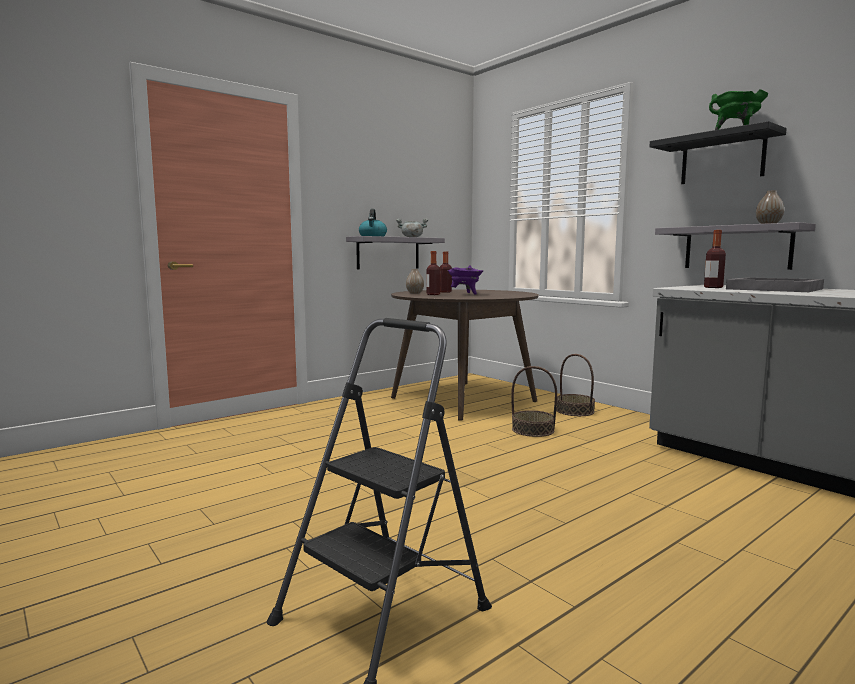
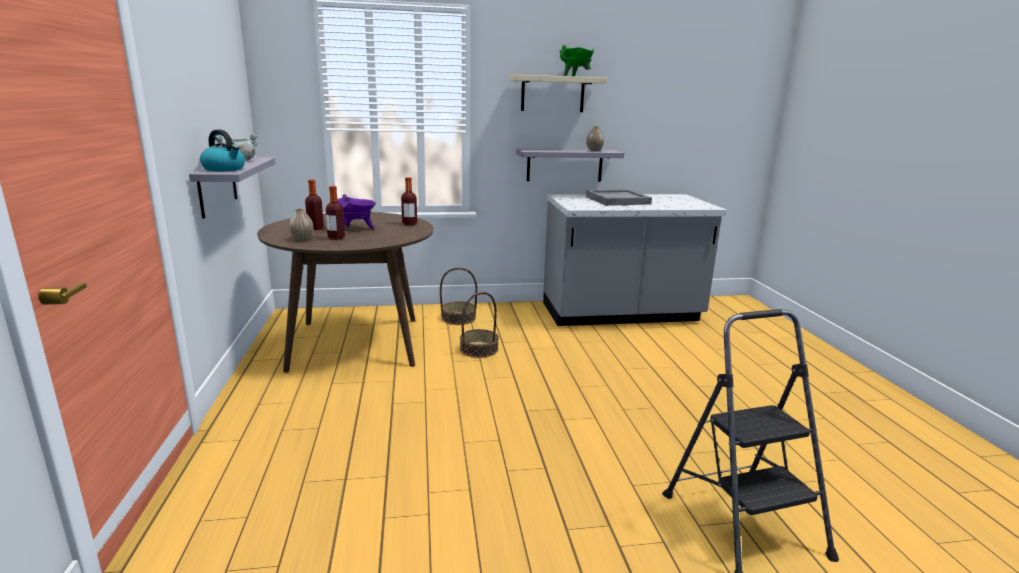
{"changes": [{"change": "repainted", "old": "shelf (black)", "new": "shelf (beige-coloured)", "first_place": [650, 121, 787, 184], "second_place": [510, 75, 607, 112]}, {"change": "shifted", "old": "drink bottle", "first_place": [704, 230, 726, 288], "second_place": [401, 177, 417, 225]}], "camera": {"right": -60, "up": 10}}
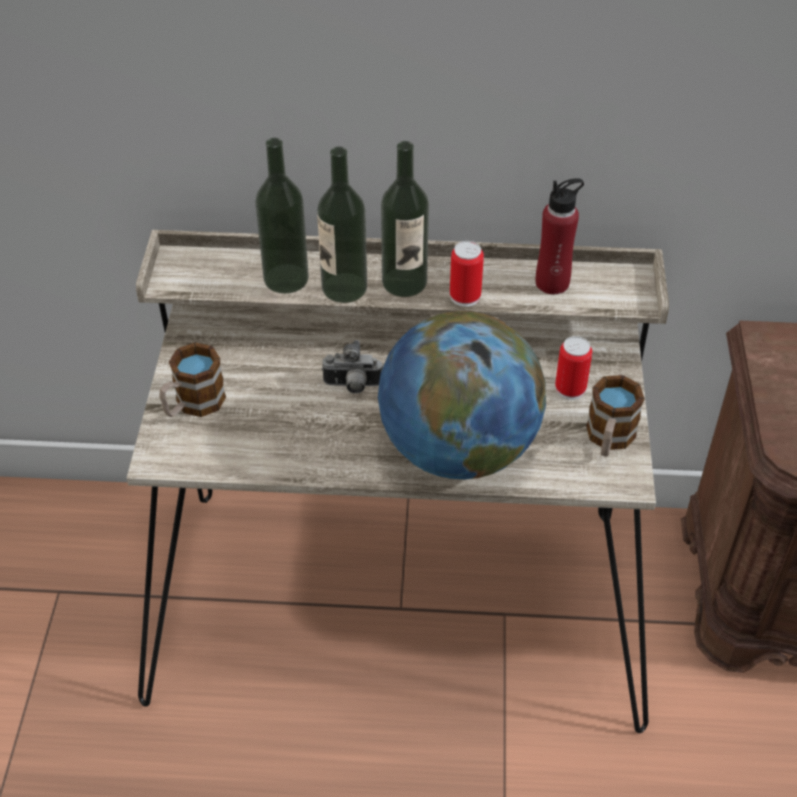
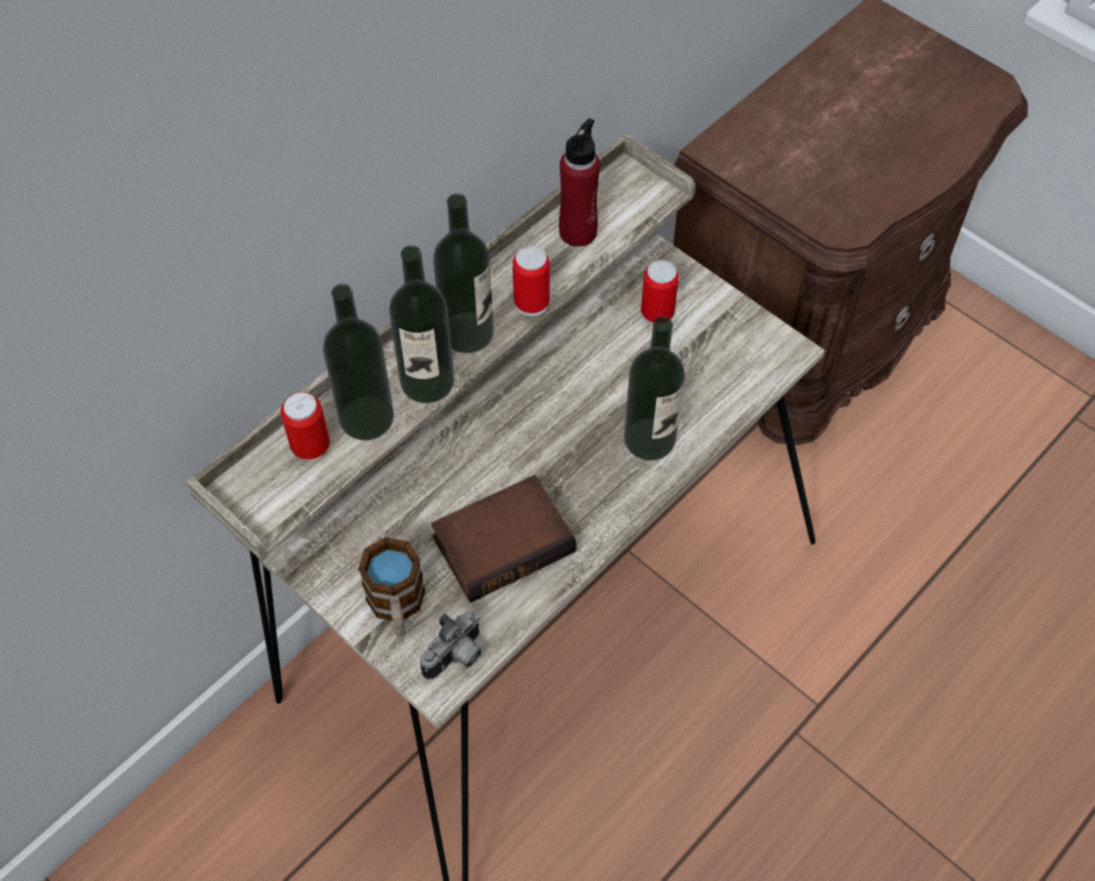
{"changes": [{"change": "shifted", "old": "still camera", "first_place": [321, 340, 383, 394], "second_place": [420, 612, 482, 680]}, {"change": "swapped", "old": "globe", "new": "drink bottle", "first_place": [378, 311, 546, 479], "second_place": [624, 316, 685, 460]}, {"change": "gone", "old": "coffee mug", "first_place": [586, 375, 644, 457]}, {"change": "new", "new": "metal can", "second_place": [280, 392, 330, 460]}, {"change": "new", "new": "bound book", "second_place": [431, 475, 577, 602]}], "camera": {"right": -50, "up": 10}}
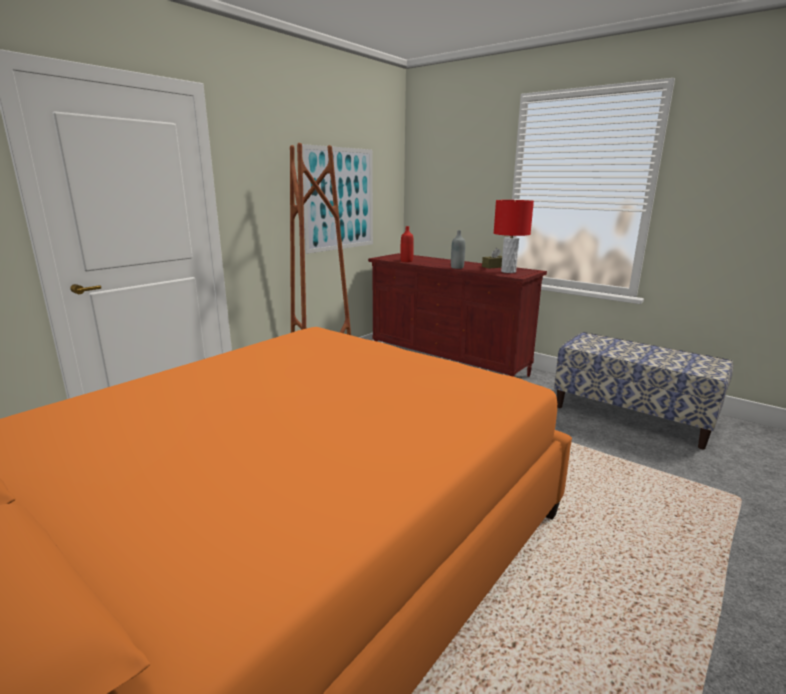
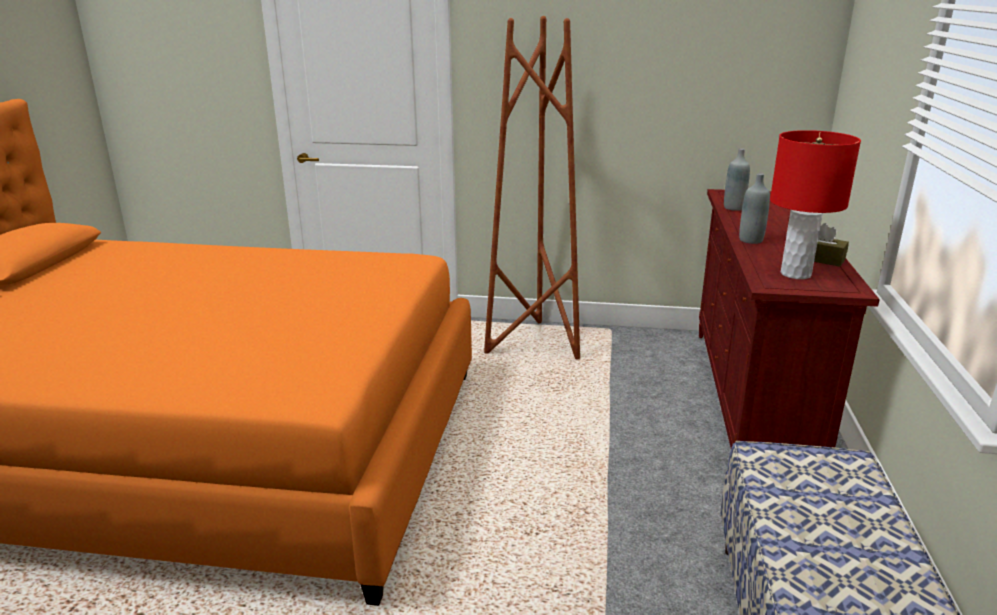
{"changes": [{"change": "gone", "old": "wall art", "first_place": [302, 144, 373, 254]}, {"change": "repainted", "old": "drink bottle (reddish)", "new": "drink bottle (greyish)", "first_place": [401, 226, 414, 262], "second_place": [724, 149, 750, 211]}], "camera": {"right": 60, "up": 5}}
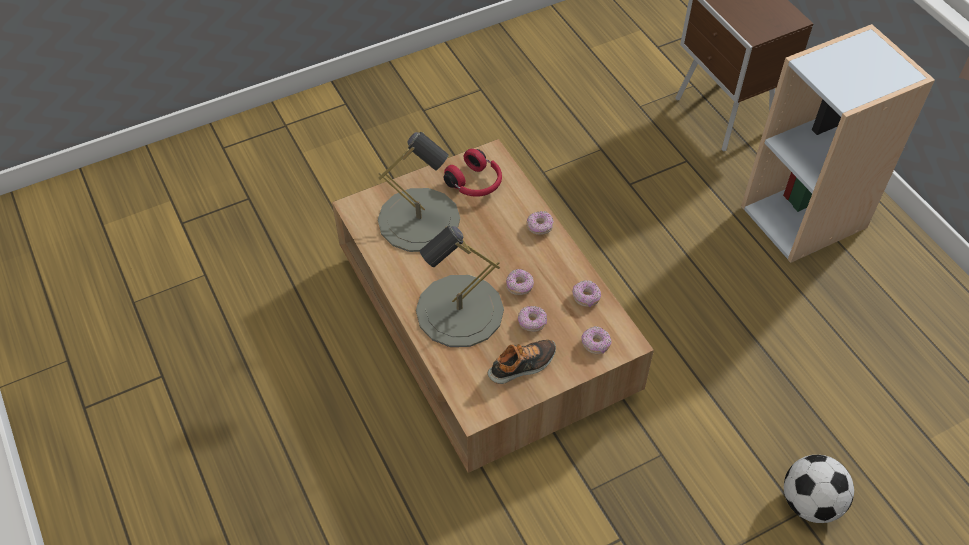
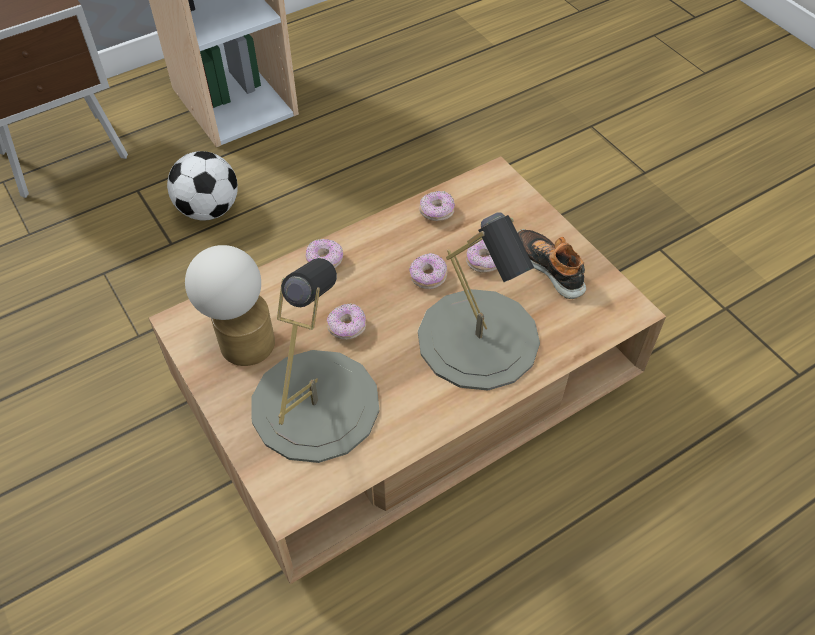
{"changes": [{"change": "swapped", "old": "pair of headphones (reddish)", "new": "tabletop lamp", "first_place": [444, 149, 502, 197], "second_place": [185, 245, 275, 366]}, {"change": "shifted", "old": "donut", "first_place": [581, 326, 612, 354], "second_place": [327, 303, 366, 340]}, {"change": "shifted", "old": "football ball", "first_place": [784, 455, 854, 523], "second_place": [167, 151, 238, 221]}], "camera": {"right": -95, "up": 0}}
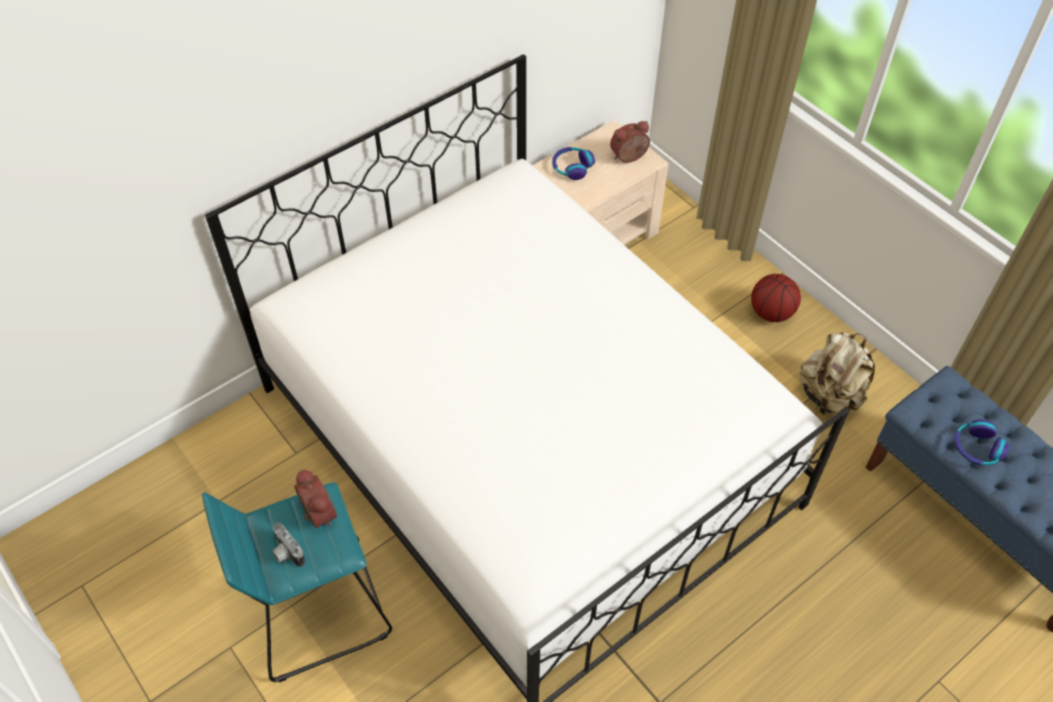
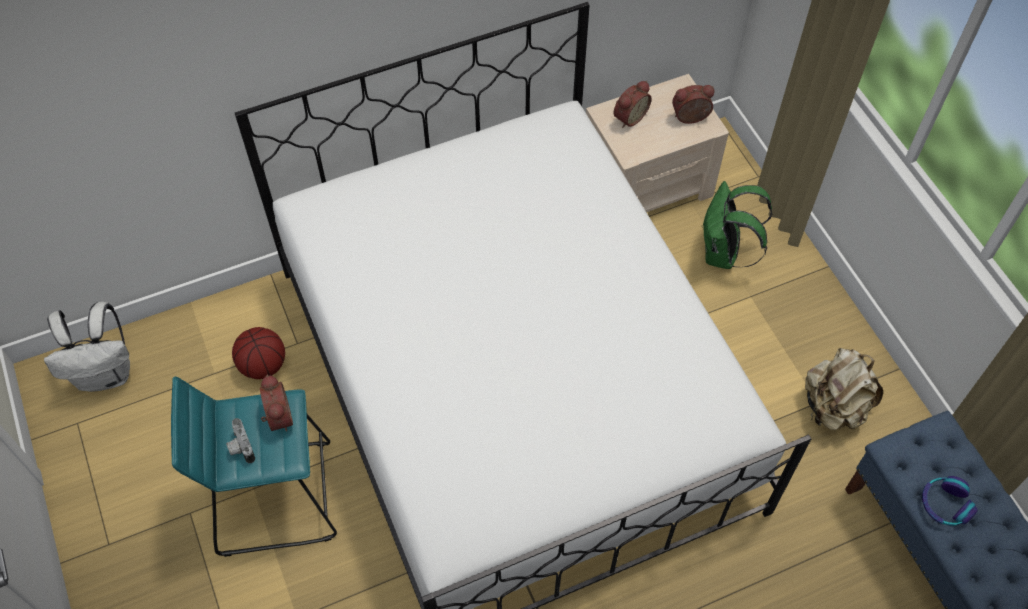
{"changes": [{"change": "swapped", "old": "pair of headphones", "new": "bedside clock", "first_place": [552, 147, 595, 180], "second_place": [613, 81, 652, 128]}, {"change": "shifted", "old": "basketball ball", "first_place": [751, 274, 801, 322], "second_place": [232, 327, 285, 379]}, {"change": "new", "new": "rucksack (white-coloured)", "second_place": [44, 302, 130, 392]}, {"change": "new", "new": "rucksack (greenish)", "second_place": [702, 181, 772, 269]}], "camera": {"right": 15, "up": 5}}
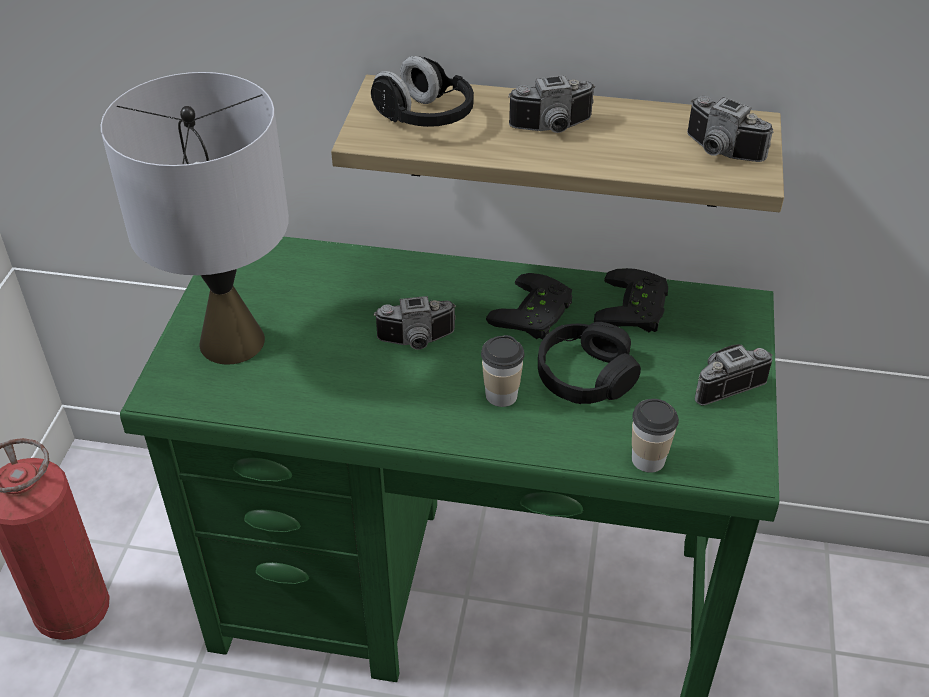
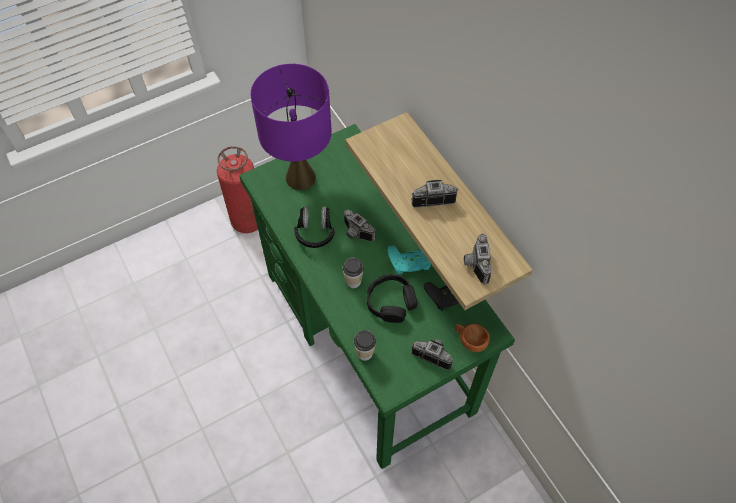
{"changes": [{"change": "repainted", "old": "tabletop lamp (greyish)", "new": "tabletop lamp (purple-coloured)", "first_place": [101, 72, 289, 365], "second_place": [250, 64, 332, 190]}, {"change": "shifted", "old": "pair of headphones (black)", "first_place": [371, 56, 474, 127], "second_place": [294, 206, 335, 248]}, {"change": "repainted", "old": "gamepad (black)", "new": "gamepad (turquoise-coloured)", "first_place": [486, 273, 572, 340], "second_place": [387, 245, 431, 275]}, {"change": "rotated", "old": "still camera", "first_place": [508, 75, 595, 133], "second_place": [411, 180, 459, 208], "degrees": 135}, {"change": "new", "new": "drinking cup (brown-coloured)", "second_place": [455, 324, 490, 352]}], "camera": {"right": 50, "up": 15}}
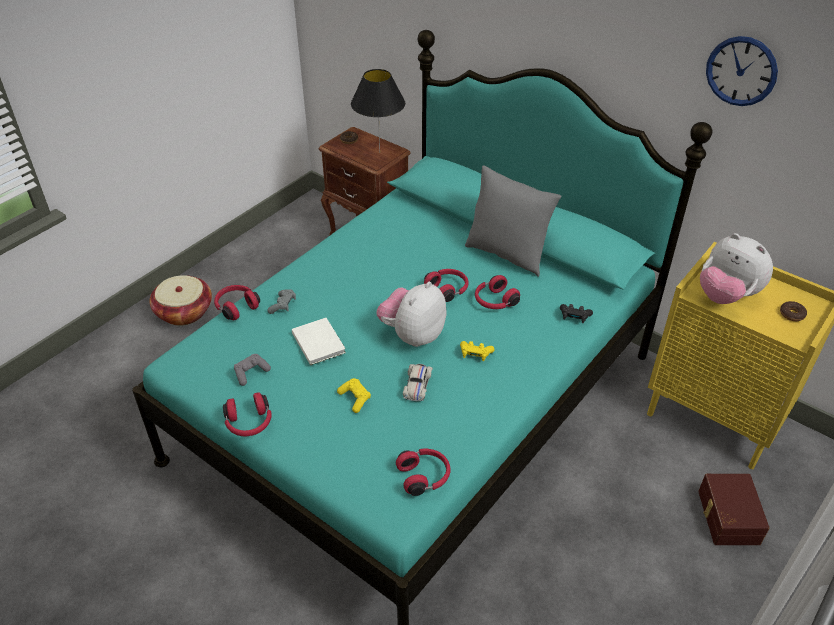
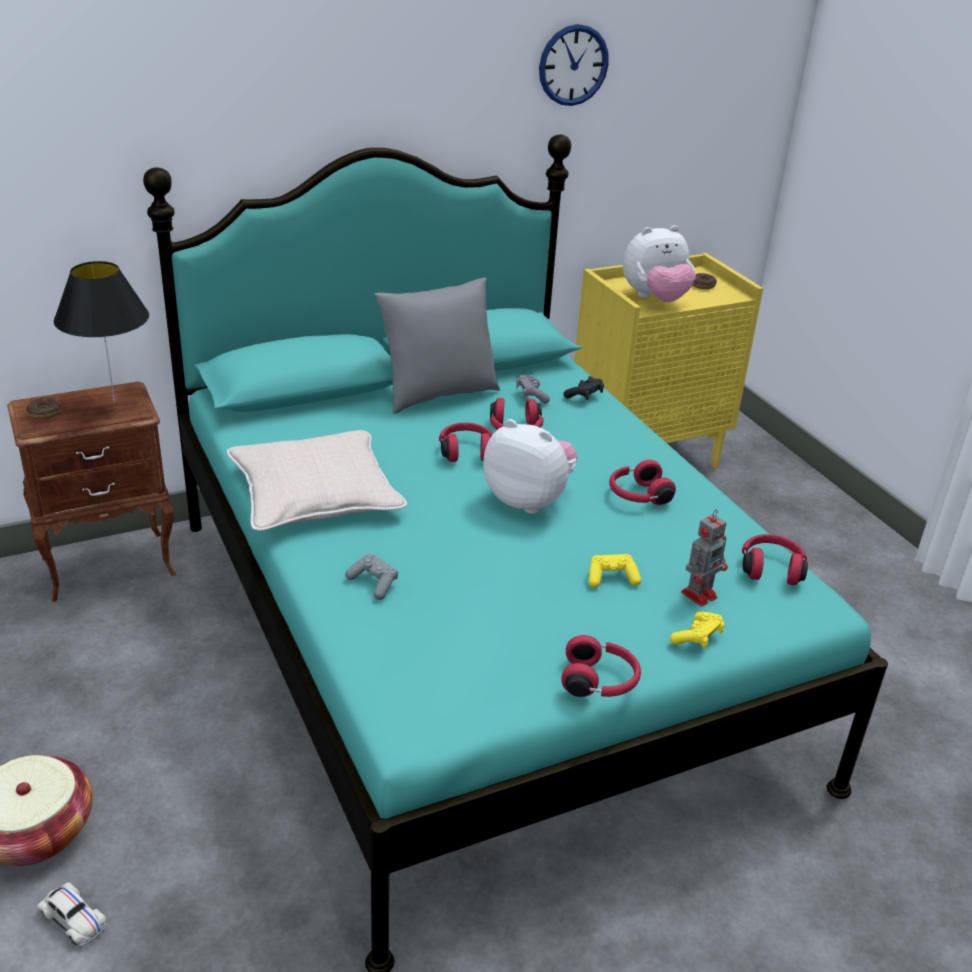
{"changes": [{"change": "shifted", "old": "pair of headphones (reddish)", "first_place": [214, 285, 260, 320], "second_place": [609, 460, 676, 505]}, {"change": "shifted", "old": "gamepad (greyish)", "first_place": [234, 354, 271, 386], "second_place": [516, 375, 550, 403]}, {"change": "gone", "old": "bound book (white-coloured)", "first_place": [292, 318, 346, 365]}, {"change": "rotated", "old": "cuddly toy", "first_place": [377, 281, 447, 347], "second_place": [483, 419, 577, 514], "degrees": 150}, {"change": "shifted", "old": "miniature car (white-coloured)", "first_place": [403, 364, 433, 402], "second_place": [37, 882, 108, 947]}, {"change": "shifted", "old": "gamepad (yellowish)", "first_place": [460, 341, 494, 361], "second_place": [670, 612, 725, 649]}, {"change": "gone", "old": "storage bin (brown-coloured)", "first_place": [698, 474, 769, 545]}, {"change": "new", "new": "throw pillow (beige-coloured)", "second_place": [227, 430, 407, 531]}, {"change": "new", "new": "toy robot", "second_place": [681, 510, 728, 606]}], "camera": {"right": -65, "up": -10}}
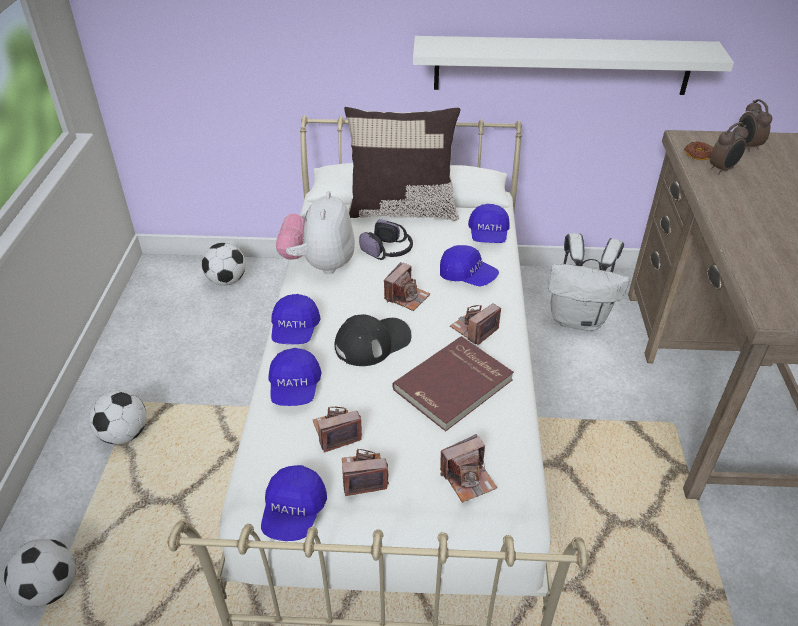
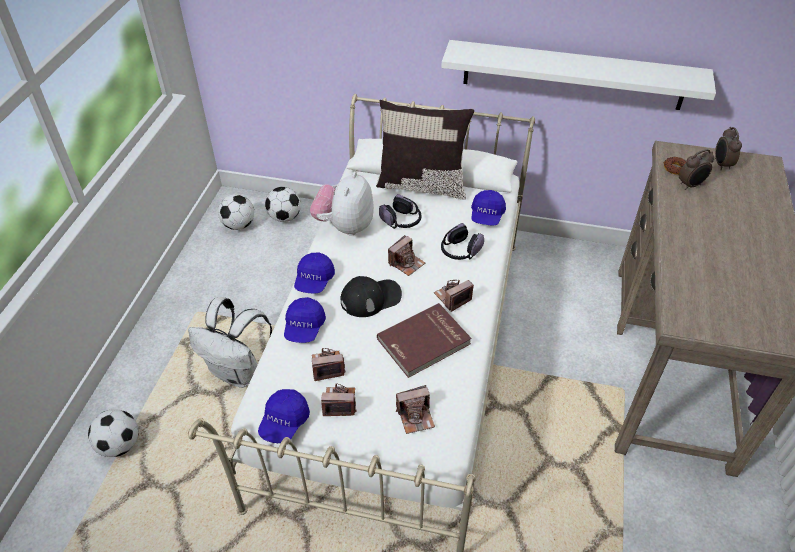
{"changes": [{"change": "shifted", "old": "football ball", "first_place": [89, 390, 147, 444], "second_place": [218, 194, 254, 230]}, {"change": "swapped", "old": "baseball cap (blue-coloured)", "new": "pair of headphones", "first_place": [440, 245, 499, 286], "second_place": [441, 223, 484, 260]}, {"change": "shifted", "old": "rucksack (white-coloured)", "first_place": [548, 233, 629, 331], "second_place": [188, 297, 272, 388]}], "camera": {"right": 10, "up": 5}}
